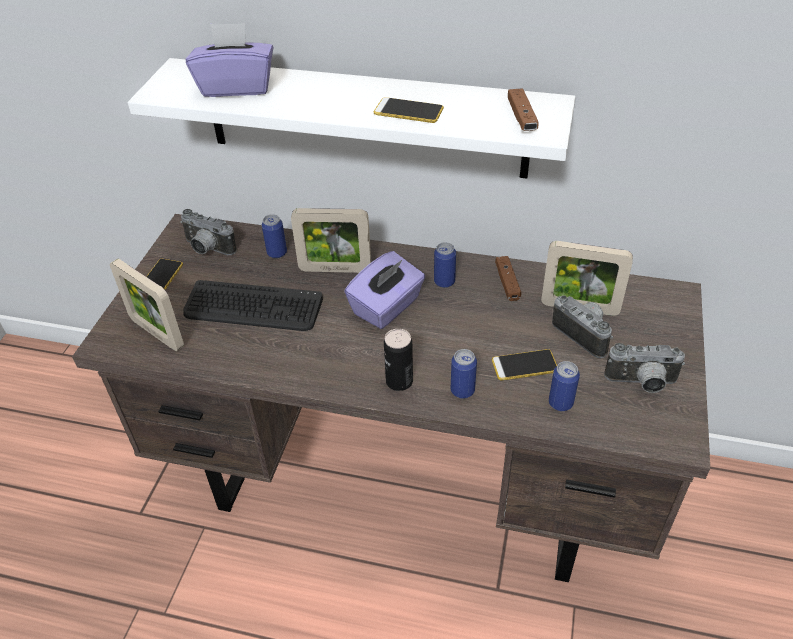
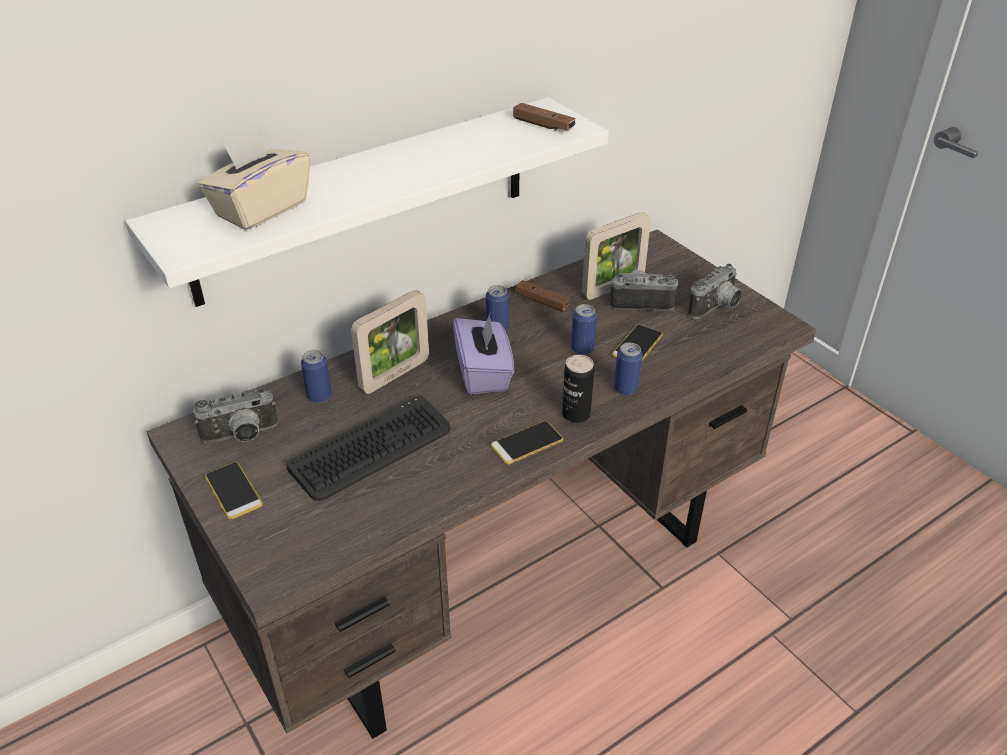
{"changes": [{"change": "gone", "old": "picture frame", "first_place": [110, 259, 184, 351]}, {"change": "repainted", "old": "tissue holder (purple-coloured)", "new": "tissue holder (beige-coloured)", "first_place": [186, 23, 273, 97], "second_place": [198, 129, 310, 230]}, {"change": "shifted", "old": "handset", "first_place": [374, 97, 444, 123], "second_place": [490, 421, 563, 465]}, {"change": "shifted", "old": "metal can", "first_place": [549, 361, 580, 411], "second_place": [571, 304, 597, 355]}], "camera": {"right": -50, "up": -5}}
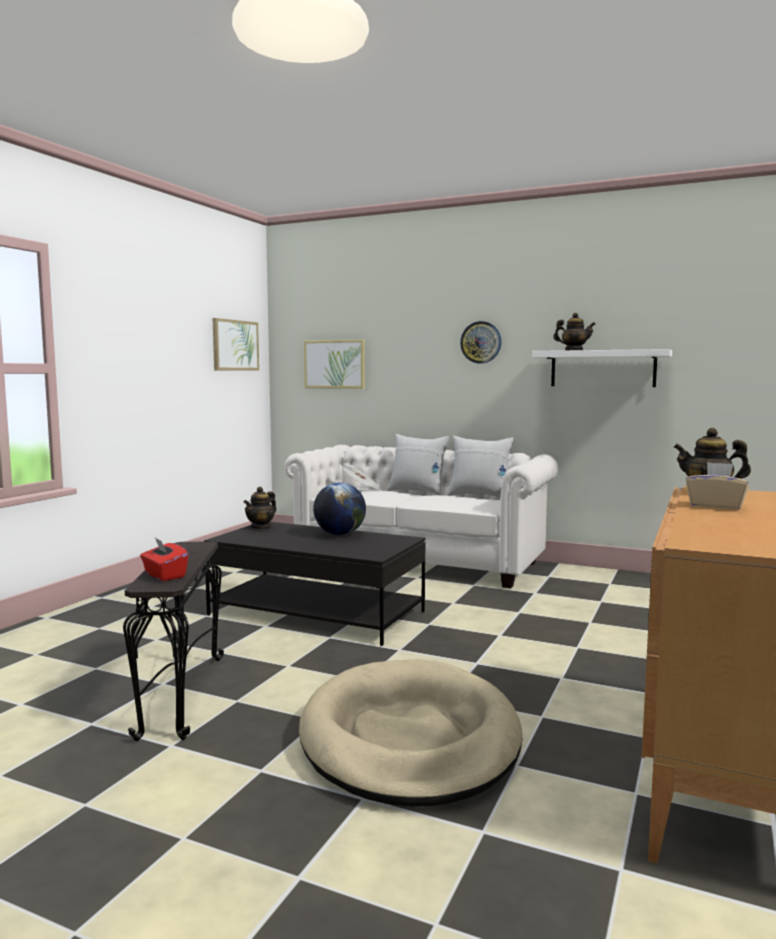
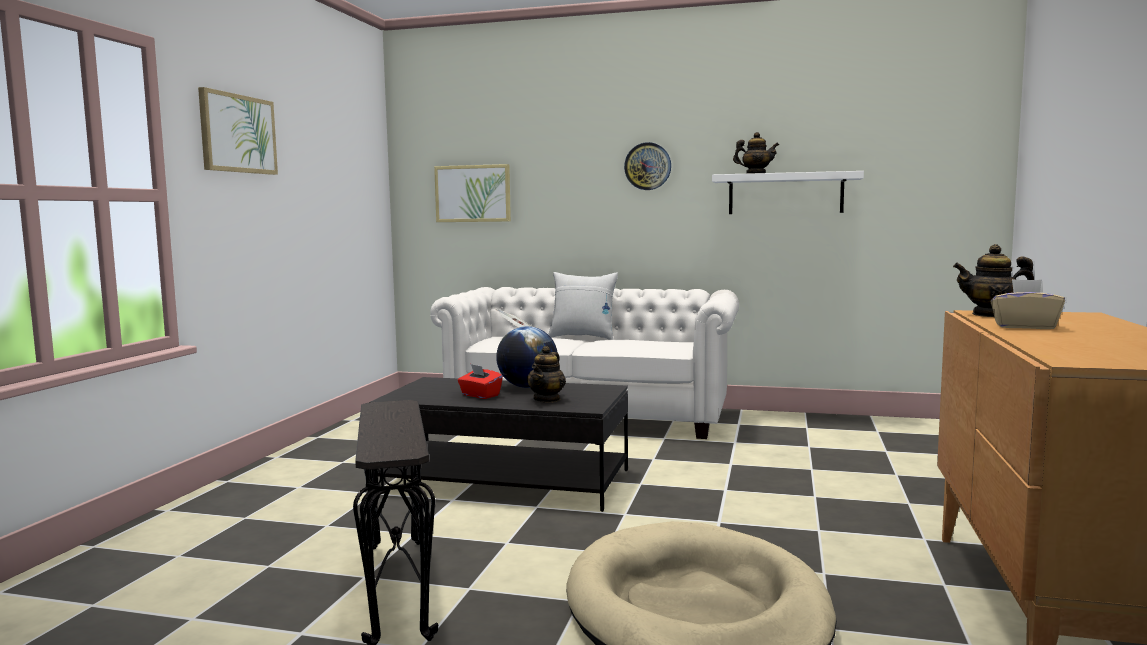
{"changes": [{"change": "shifted", "old": "tissue holder (reddish)", "first_place": [140, 538, 188, 581], "second_place": [458, 364, 503, 399]}, {"change": "shifted", "old": "wall art", "first_place": [213, 318, 259, 371], "second_place": [198, 87, 278, 175]}, {"change": "shifted", "old": "tea pot", "first_place": [244, 487, 277, 530], "second_place": [527, 346, 566, 403]}, {"change": "gone", "old": "throw pillow (greyish)", "first_place": [447, 436, 514, 497]}], "camera": {"right": -10, "up": 0}}
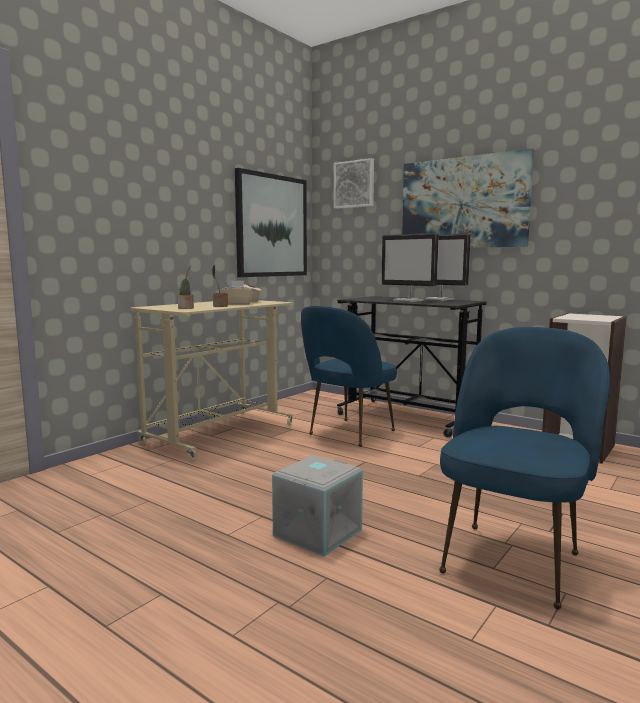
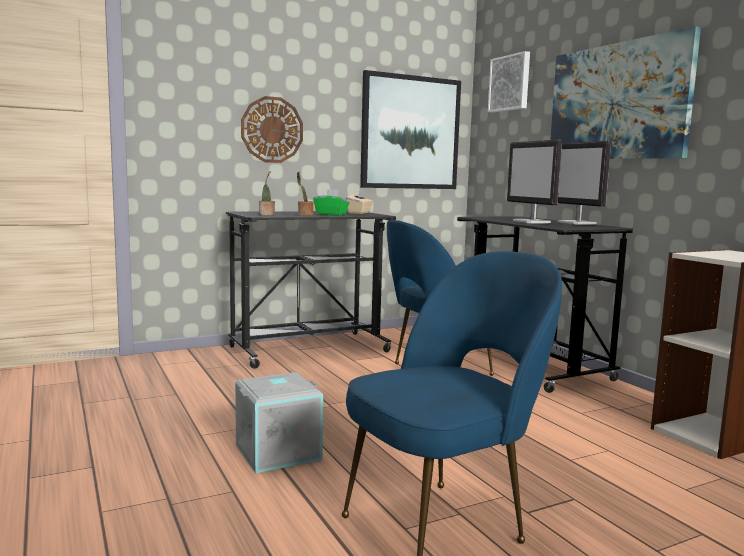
{"changes": [{"change": "repainted", "old": "desk unit (beige-coloured)", "new": "desk unit (black)", "first_place": [130, 300, 293, 461], "second_place": [226, 211, 396, 369]}, {"change": "repainted", "old": "tissue holder (beige-coloured)", "new": "tissue holder (greenish)", "first_place": [221, 281, 253, 305], "second_place": [313, 189, 349, 216]}, {"change": "new", "new": "hanging clock", "second_place": [241, 96, 303, 163]}], "camera": {"right": 25, "up": 0}}
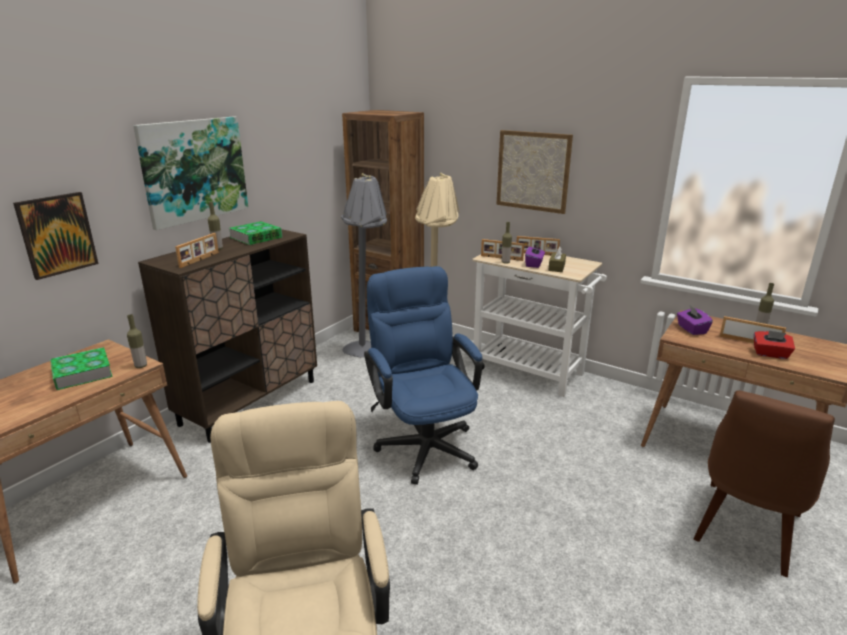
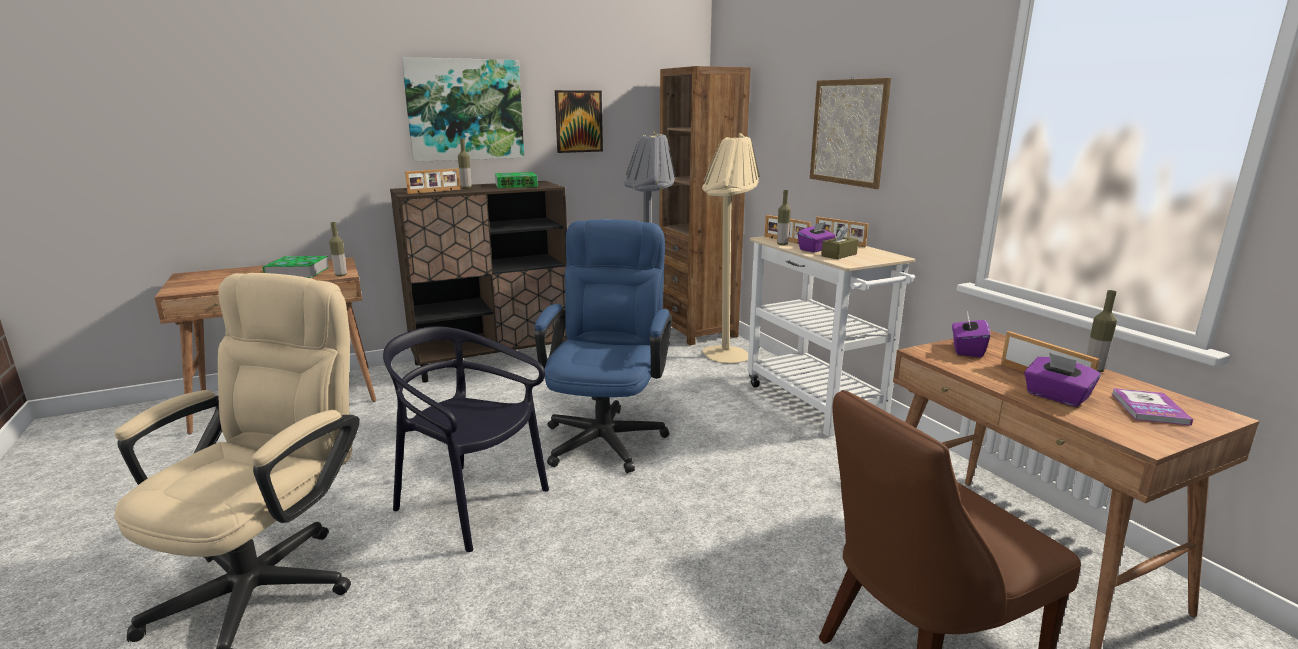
{"changes": [{"change": "shifted", "old": "wall art", "first_place": [13, 192, 99, 280], "second_place": [555, 90, 603, 153]}, {"change": "repainted", "old": "tissue holder (reddish)", "new": "tissue holder (purple-coloured)", "first_place": [754, 330, 795, 359], "second_place": [1024, 353, 1101, 407]}, {"change": "new", "new": "plain chair (black)", "second_place": [383, 326, 549, 552]}, {"change": "new", "new": "bound book", "second_place": [1112, 388, 1193, 426]}], "camera": {"right": 30, "up": -5}}
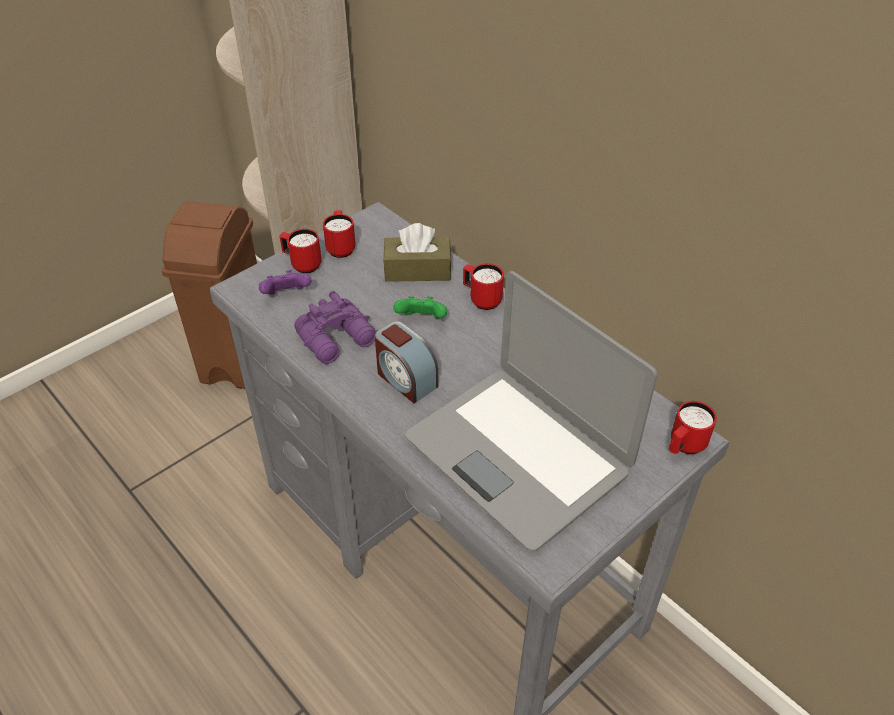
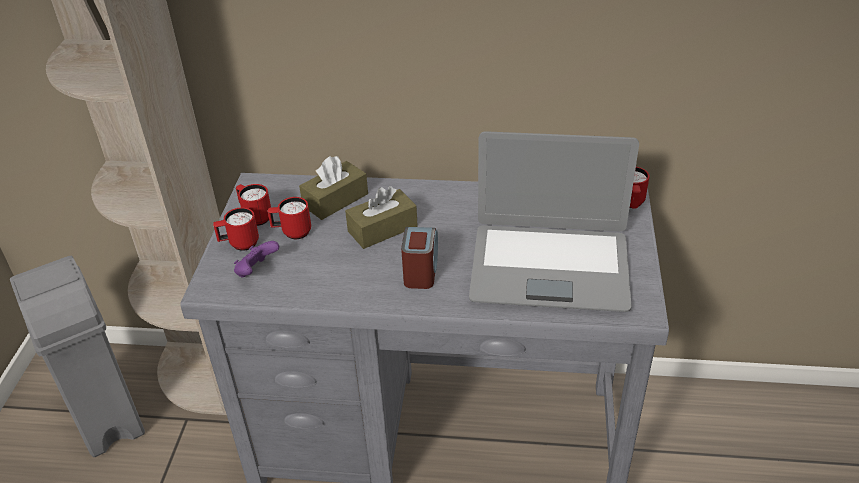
{"changes": [{"change": "repainted", "old": "waste bin (brown-coloured)", "new": "waste bin (greyish)", "first_place": [162, 201, 257, 389], "second_place": [10, 256, 145, 457]}, {"change": "gone", "old": "field glasses (purple-coloured)", "first_place": [294, 291, 376, 364]}, {"change": "rotated", "old": "bedside clock", "first_place": [375, 322, 438, 404], "second_place": [401, 227, 438, 289], "degrees": -90}, {"change": "swapped", "old": "gamepad (greenish)", "new": "tissue holder (brown-coloured)", "first_place": [393, 296, 447, 318], "second_place": [345, 186, 418, 249]}, {"change": "shifted", "old": "coffee mug (reddish)", "first_place": [463, 264, 504, 310], "second_place": [268, 197, 311, 239]}], "camera": {"right": -40, "up": -5}}
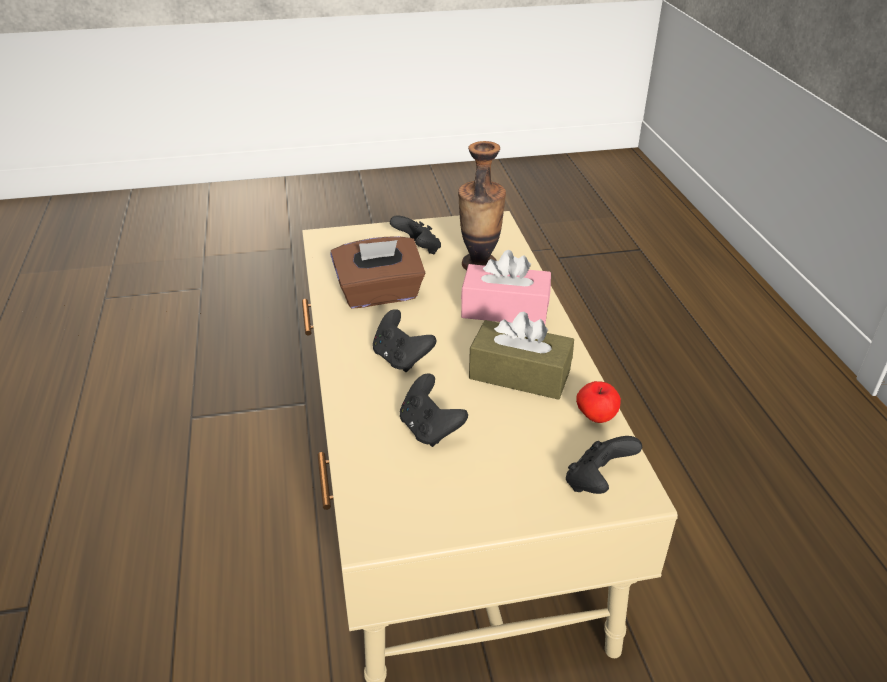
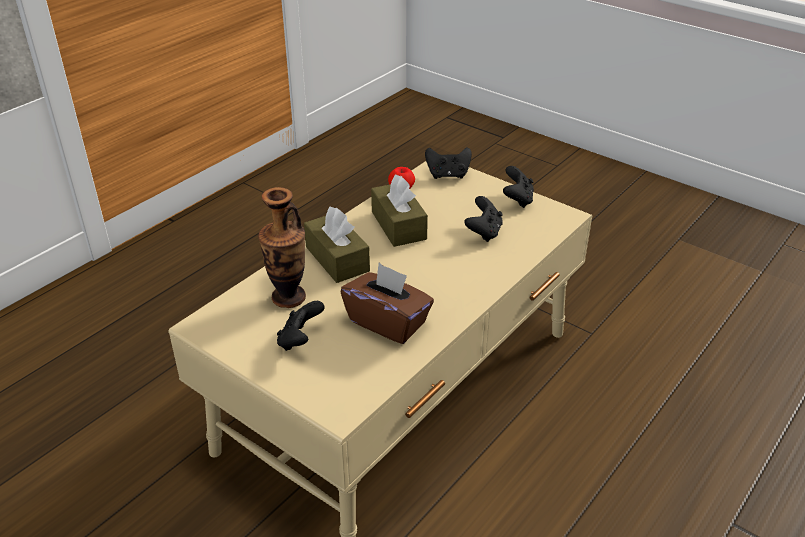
{"changes": [{"change": "shifted", "old": "gamepad (black)", "first_place": [373, 309, 436, 372], "second_place": [503, 166, 534, 208]}, {"change": "repainted", "old": "tissue holder (pink)", "new": "tissue holder (brown-coloured)", "first_place": [461, 250, 551, 324], "second_place": [304, 207, 370, 283]}], "camera": {"right": -130, "up": 0}}
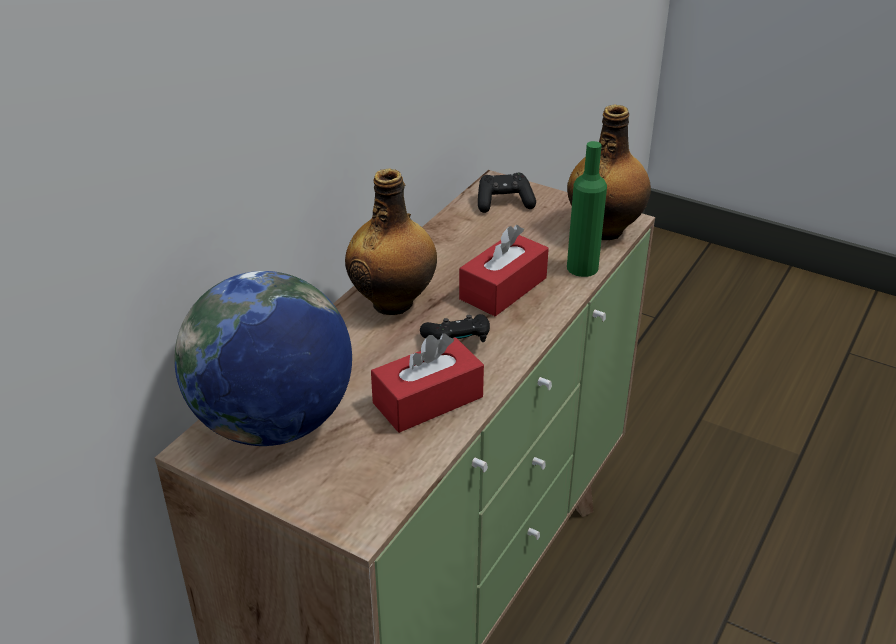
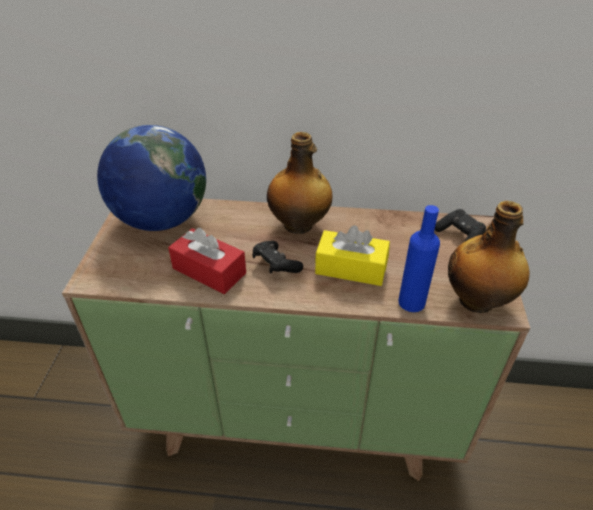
{"changes": [{"change": "repainted", "old": "tissue holder (reddish)", "new": "tissue holder (yellowish)", "first_place": [459, 225, 549, 316], "second_place": [315, 225, 390, 286]}, {"change": "repainted", "old": "drink bottle (greenish)", "new": "drink bottle (blue-coloured)", "first_place": [567, 141, 607, 277], "second_place": [398, 205, 440, 312]}], "camera": {"right": 65, "up": 5}}
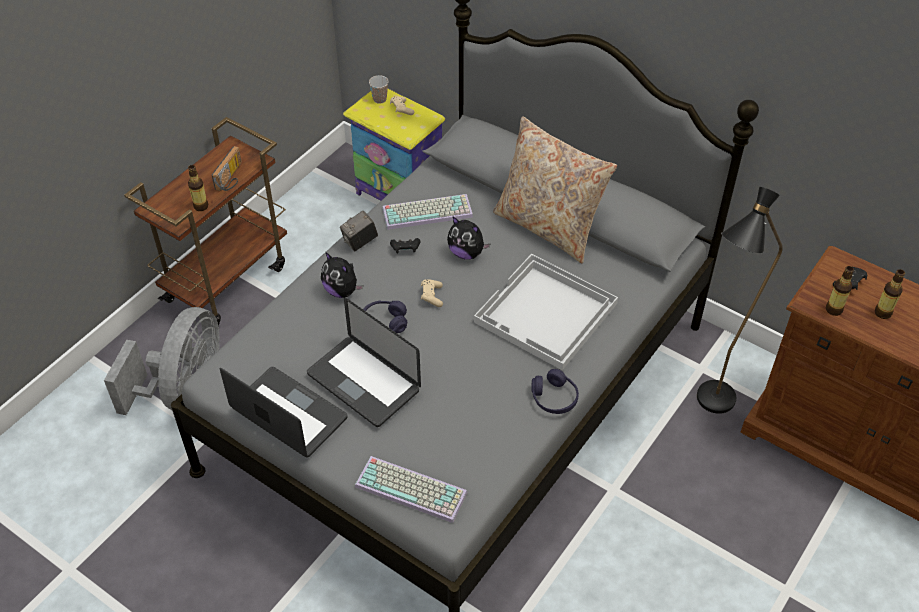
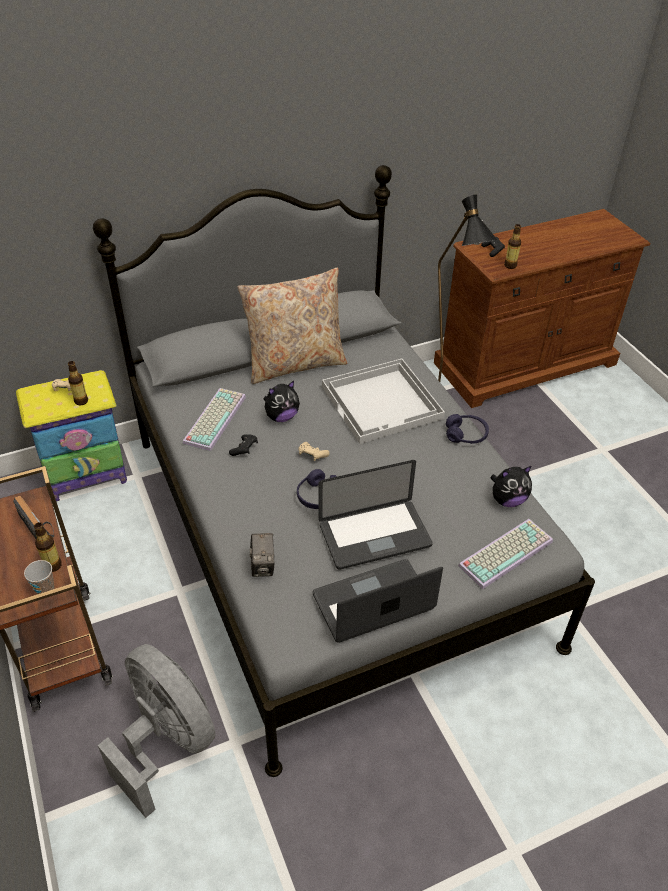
{"changes": [{"change": "shifted", "old": "cuddly toy", "first_place": [321, 252, 363, 298], "second_place": [490, 466, 532, 507]}, {"change": "shifted", "old": "still camera", "first_place": [340, 211, 378, 251], "second_place": [249, 533, 275, 577]}, {"change": "shifted", "old": "drinking cup", "first_place": [369, 75, 389, 104], "second_place": [24, 560, 55, 594]}, {"change": "shifted", "old": "drink bottle", "first_place": [875, 269, 905, 319], "second_place": [68, 361, 88, 405]}], "camera": {"right": -60, "up": -5}}
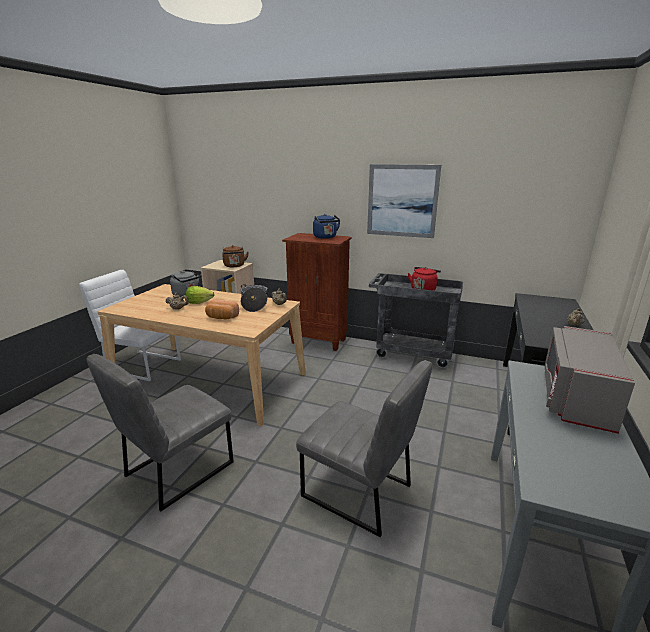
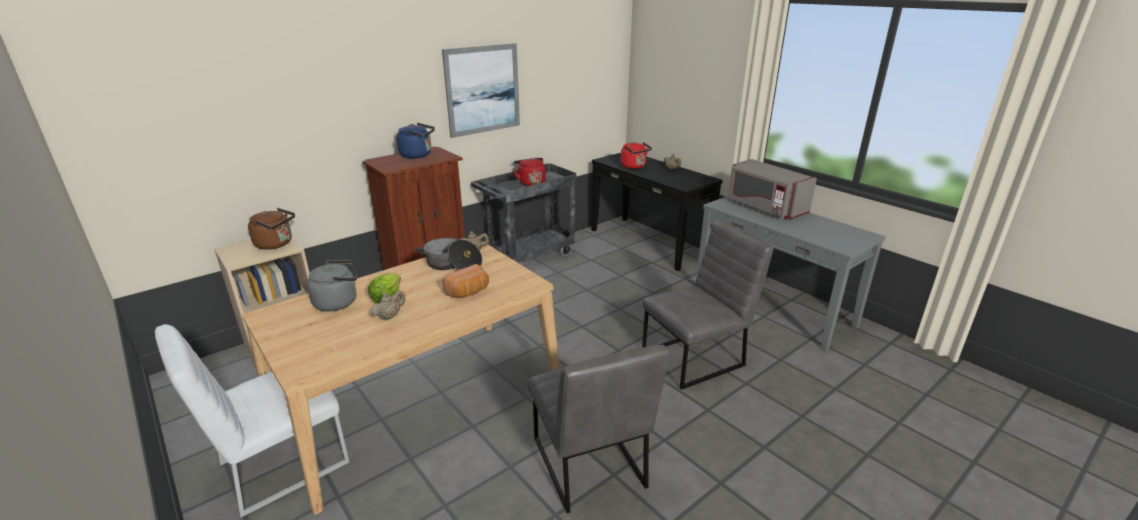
{"changes": [{"change": "new", "new": "water kettle (reddish)", "second_place": [621, 142, 652, 169]}], "camera": {"right": -60, "up": 5}}
